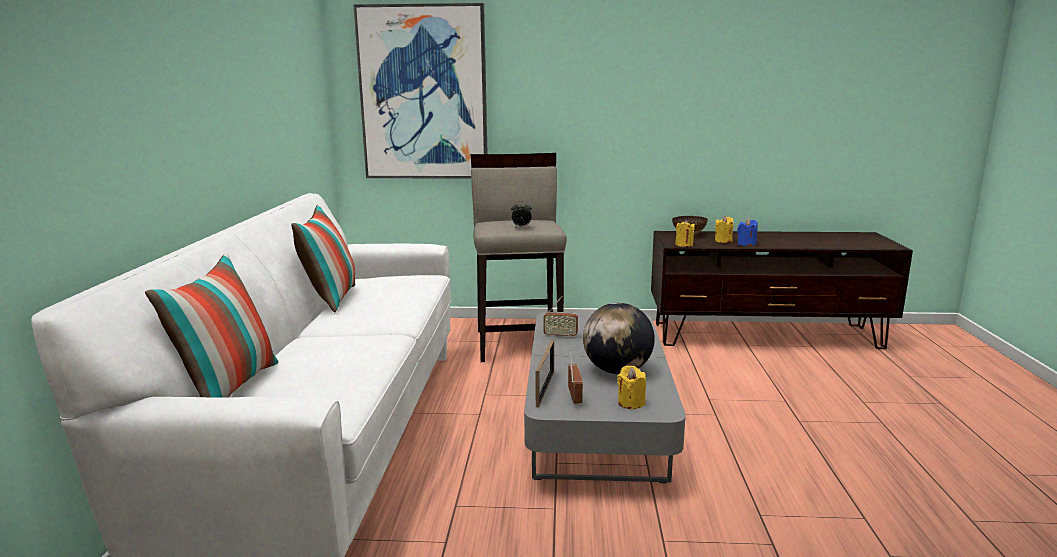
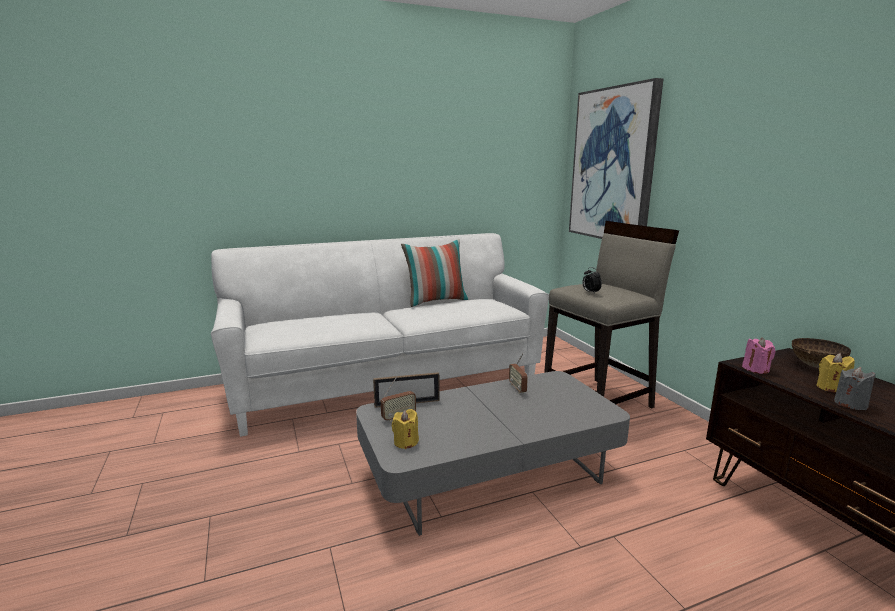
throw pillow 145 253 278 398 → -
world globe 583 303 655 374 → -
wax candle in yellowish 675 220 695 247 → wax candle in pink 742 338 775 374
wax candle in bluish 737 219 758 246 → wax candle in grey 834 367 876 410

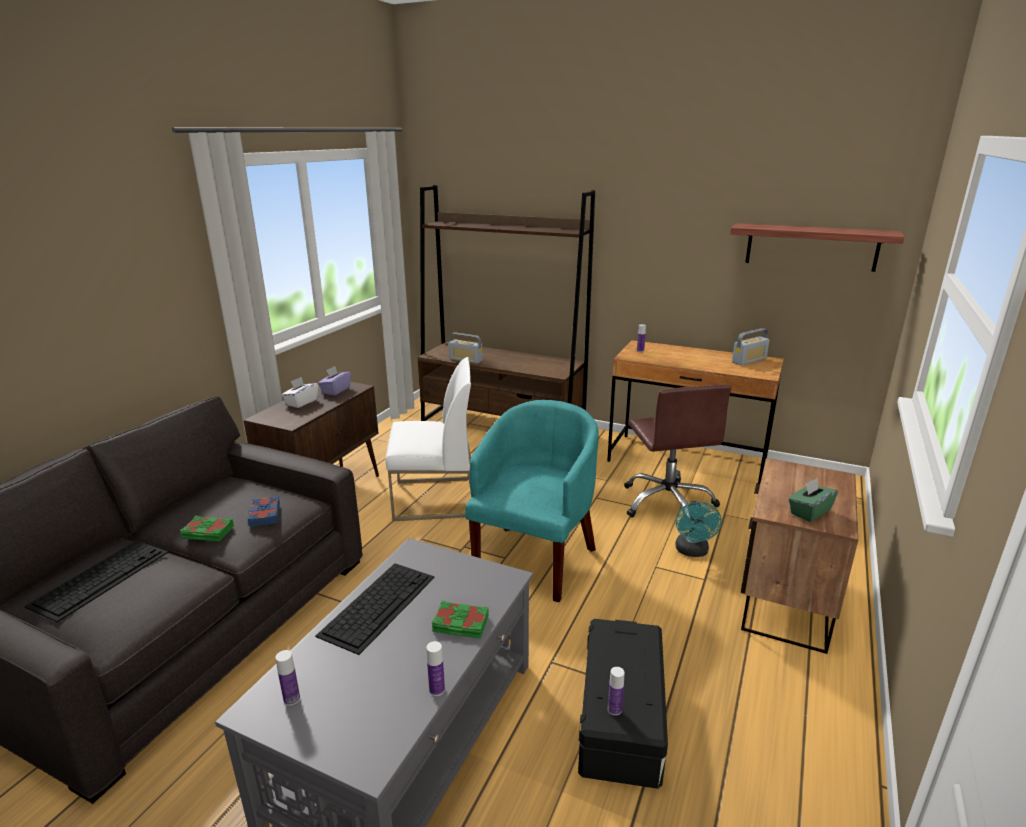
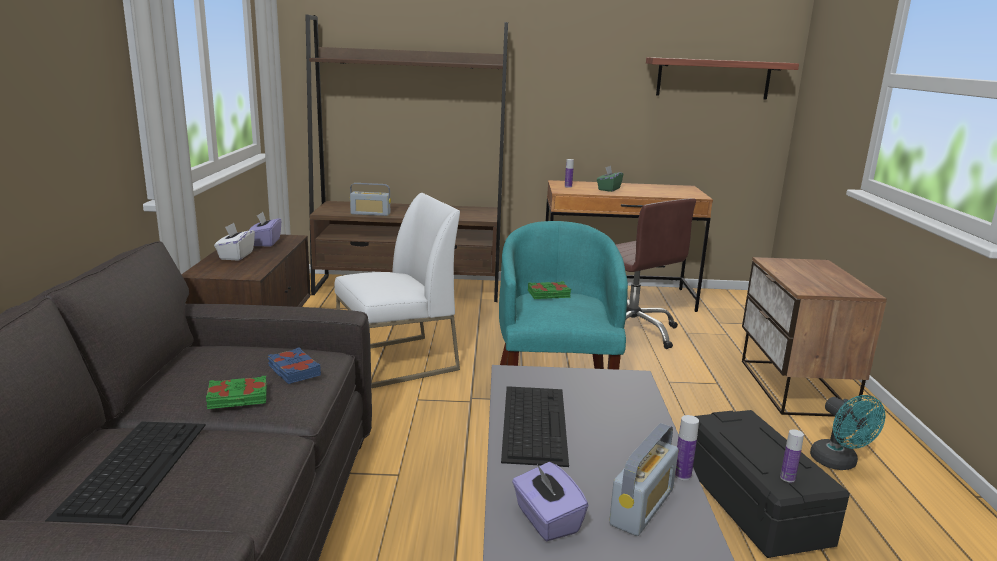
book in greenish 432 601 489 639 → book in greenish 528 281 571 299, relocated
electric fan in turquoise 675 501 722 557 → electric fan in turquoise 810 395 885 470, relocated
radio 732 328 770 366 → radio 609 423 678 536, relocated
tissue holder in greenish 788 478 838 522 → tissue holder in greenish 597 166 623 192, relocated
drink bottle 276 650 300 706 → tissue holder in purple-coloured 512 462 588 541

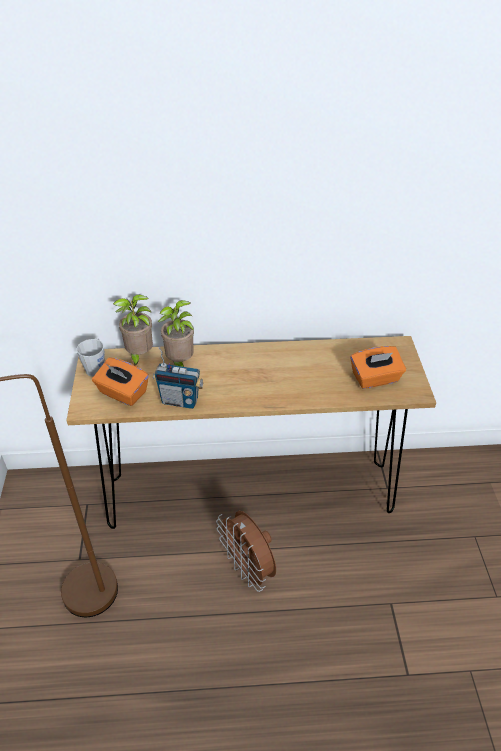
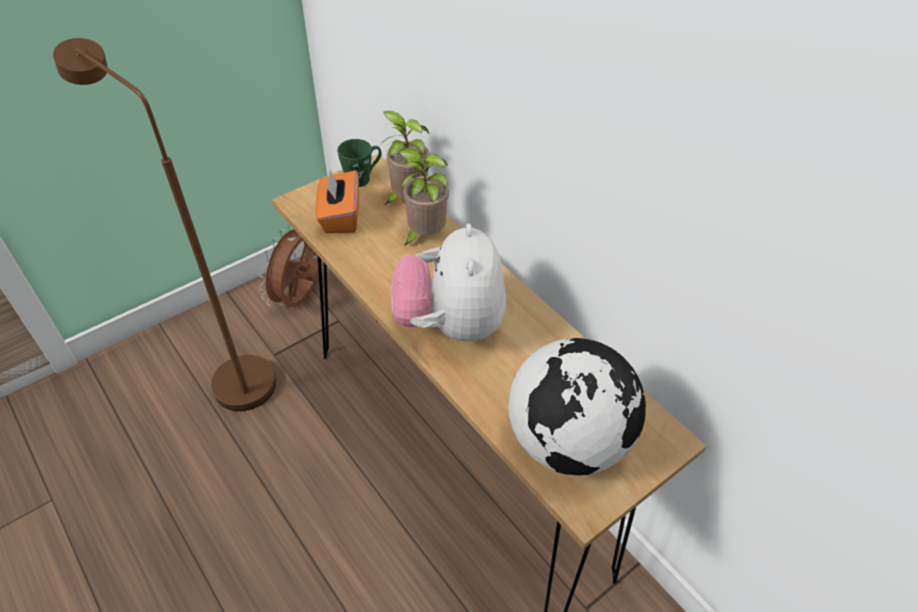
radio 153 347 204 409 → -
- → plush toy 391 224 506 342
electric fan in brownish 216 511 276 592 → electric fan in brownish 259 224 319 307, relocated
tissue holder in orange-coloured 351 346 406 389 → world globe 508 338 646 476
mug in grey 76 338 105 377 → mug in greenish 337 139 382 187

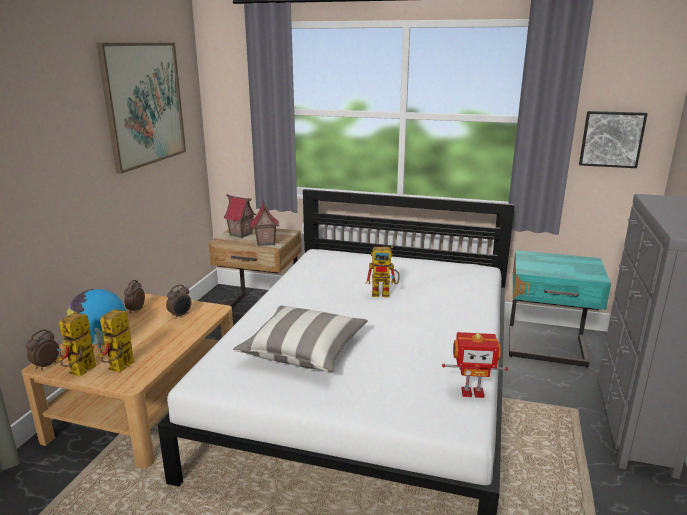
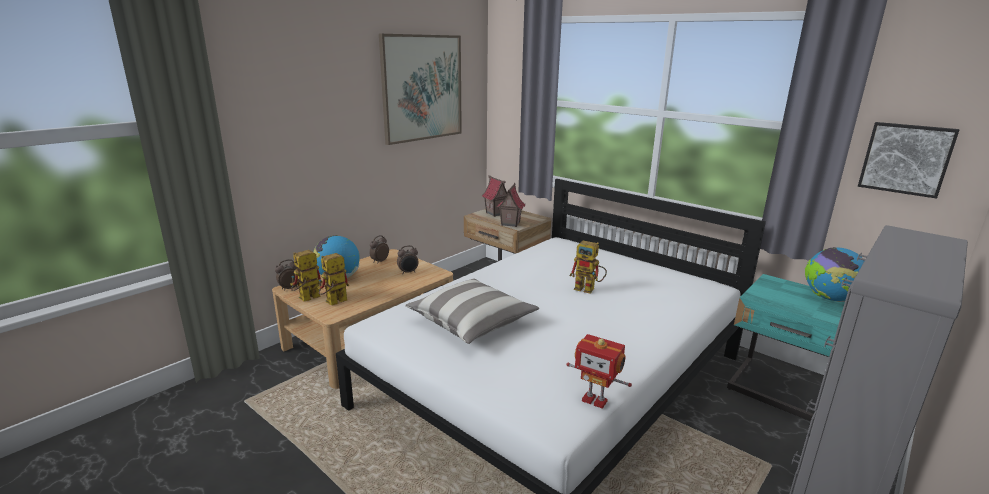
- → world globe 805 247 864 302

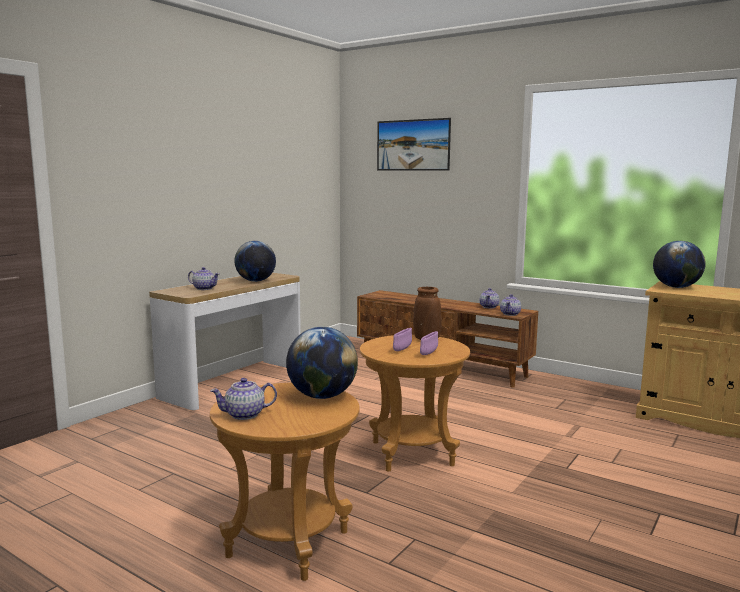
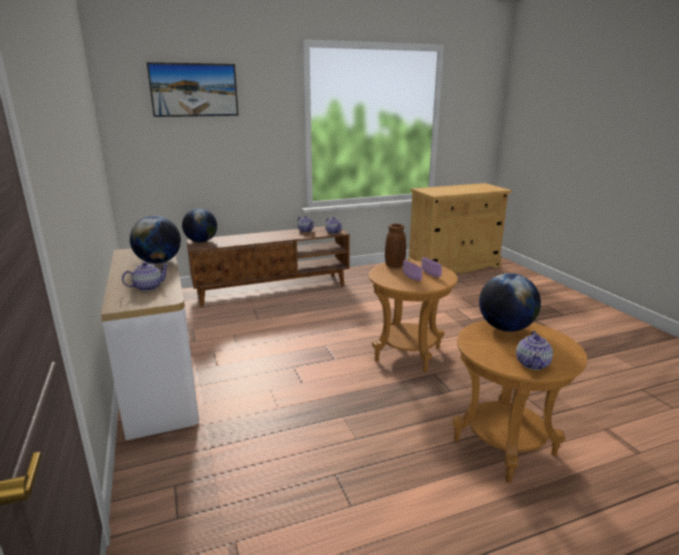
world globe 653 241 706 288 → world globe 182 208 217 243, relocated

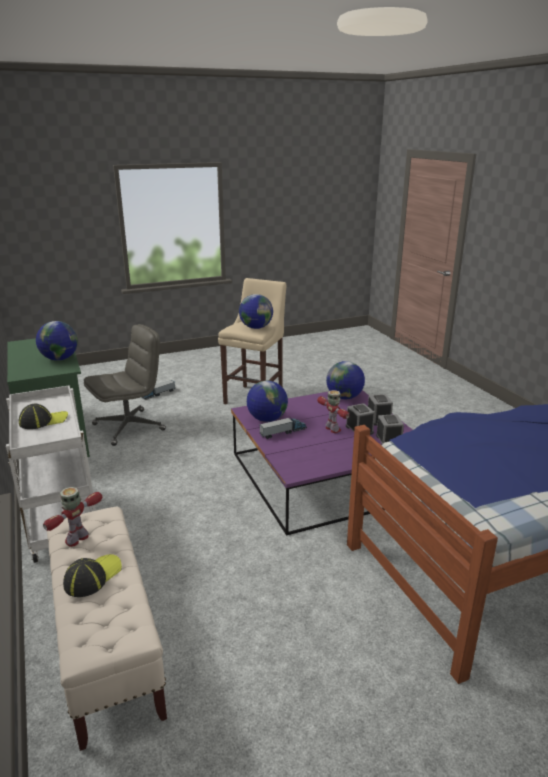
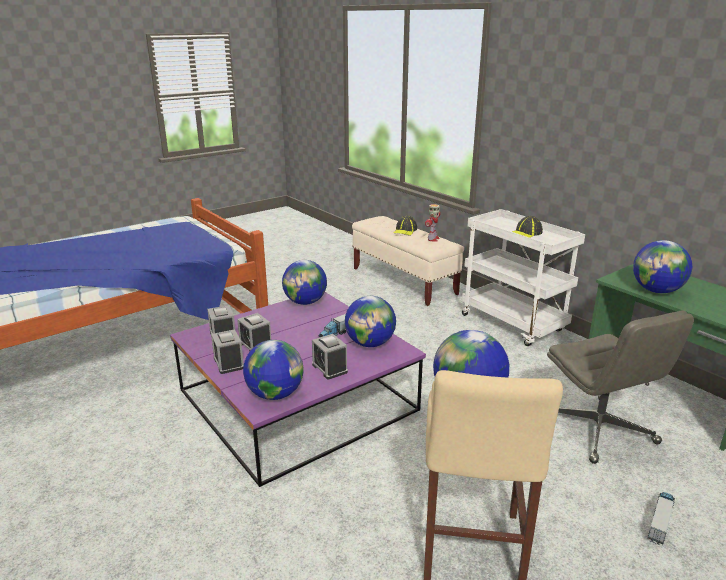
toy robot 317 390 350 433 → -
- → world globe 282 260 327 305
- → bedside clock 312 334 348 379
desk chair in grey 84 324 166 446 → desk chair in grey 547 310 694 464, 60 degrees counterclockwise

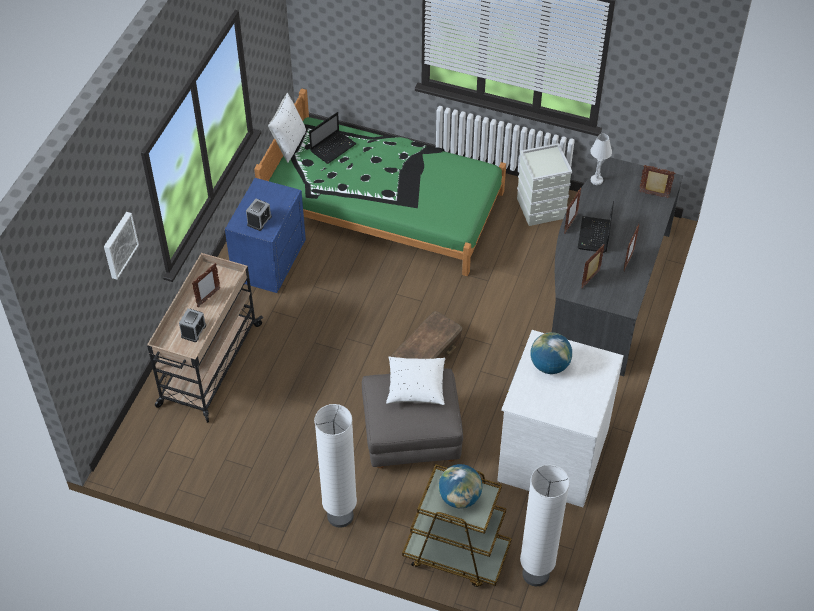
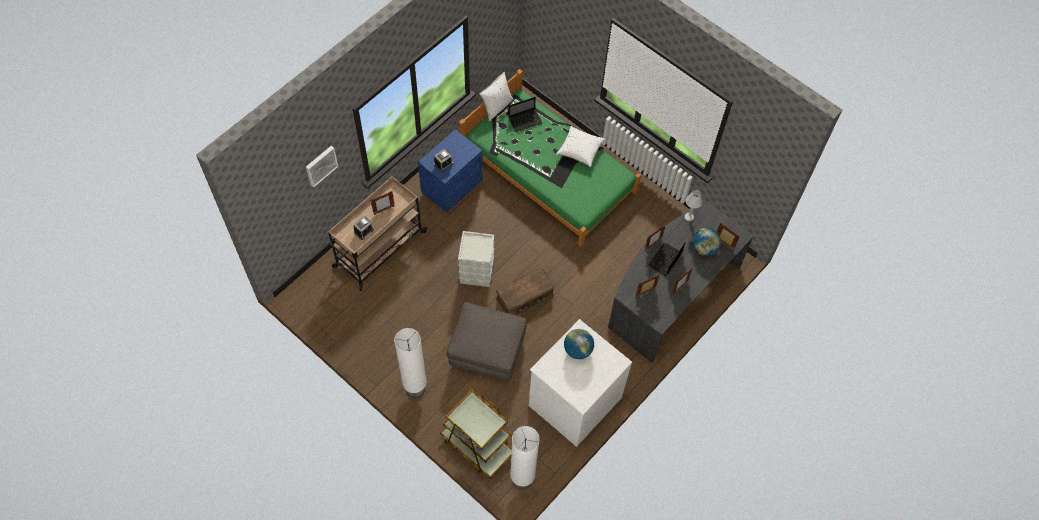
throw pillow in white 386 356 445 405 → throw pillow in white 556 126 605 167, relocated
world globe 439 464 483 508 → world globe 692 228 721 256, relocated
storage bin in grey 517 143 572 226 → storage bin in grey 458 231 494 287, relocated

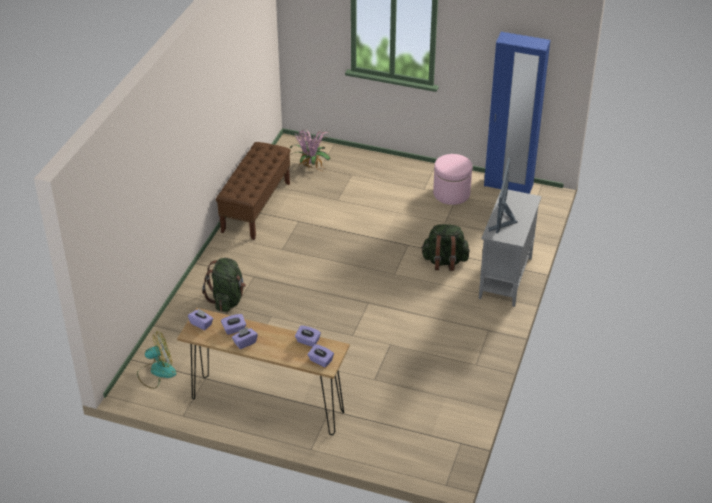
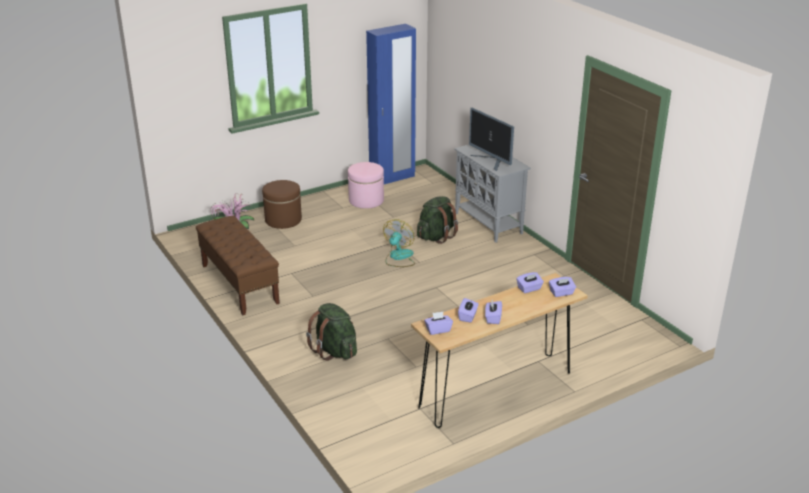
- → ottoman in brownish 262 180 302 229
electric fan 137 332 176 389 → electric fan 383 219 415 267, relocated

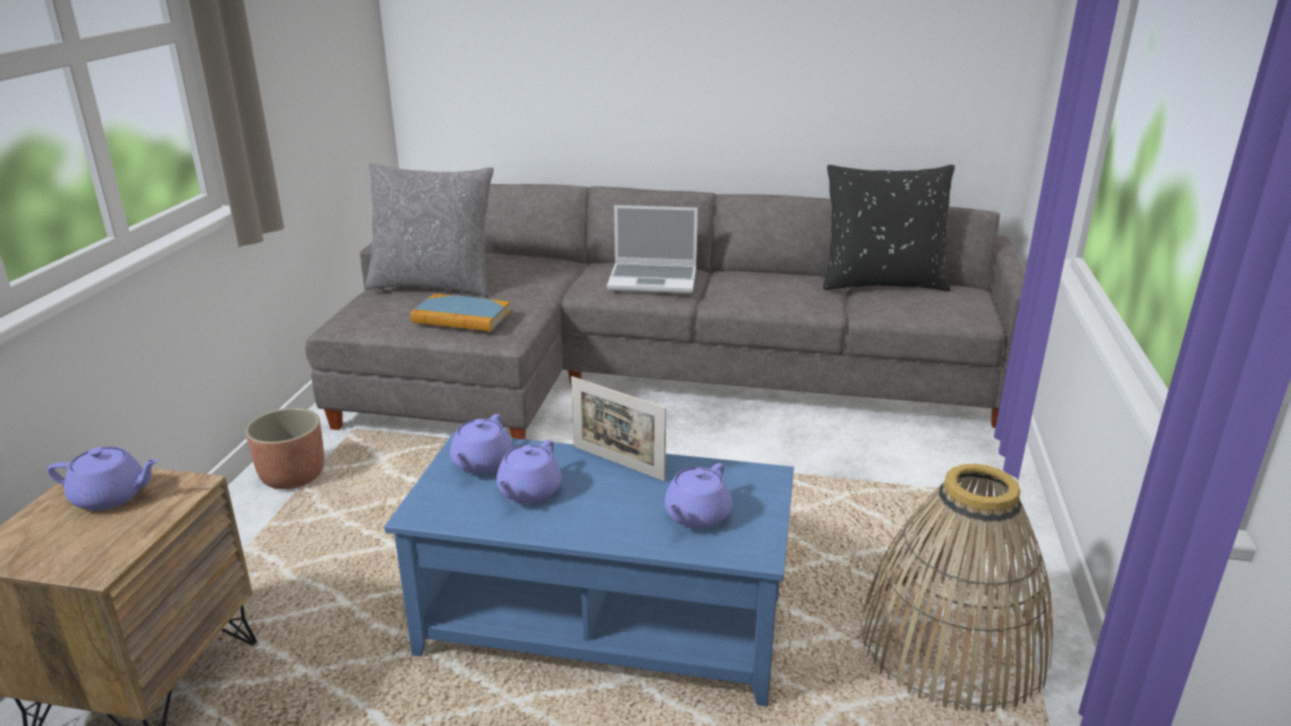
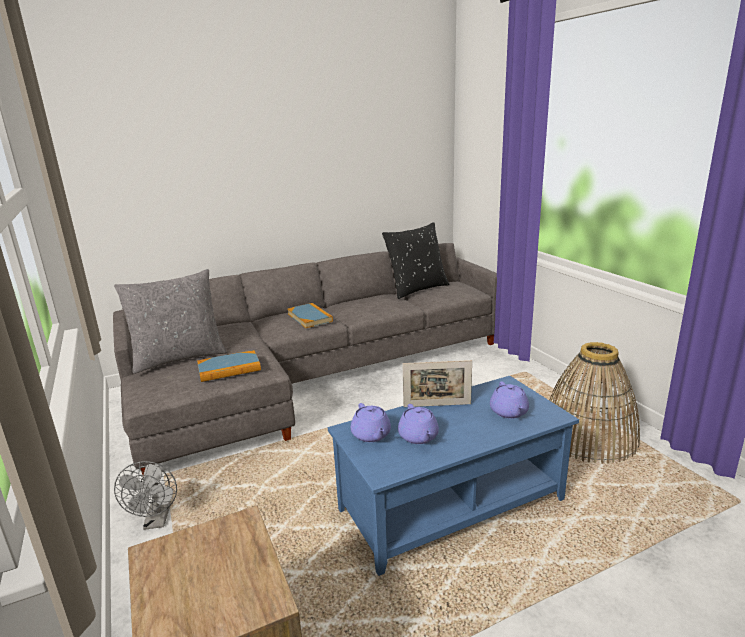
pot for tea in purple-coloured 47 447 159 510 → -
flower pot 245 408 324 489 → electric fan in grey 114 461 177 530
portable computer 607 205 698 294 → book 287 303 333 328

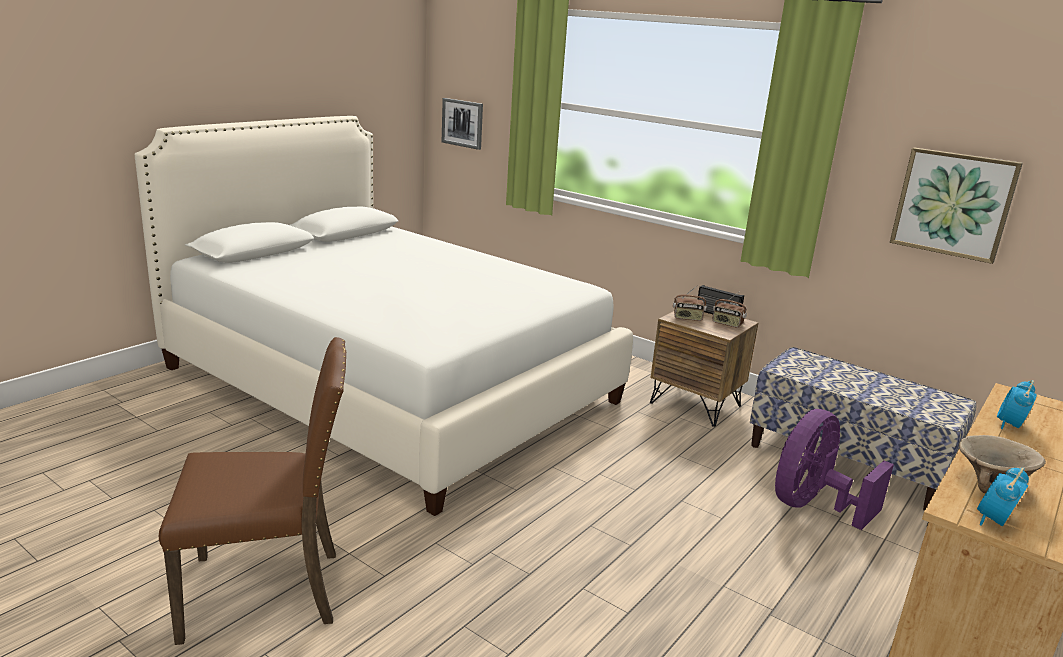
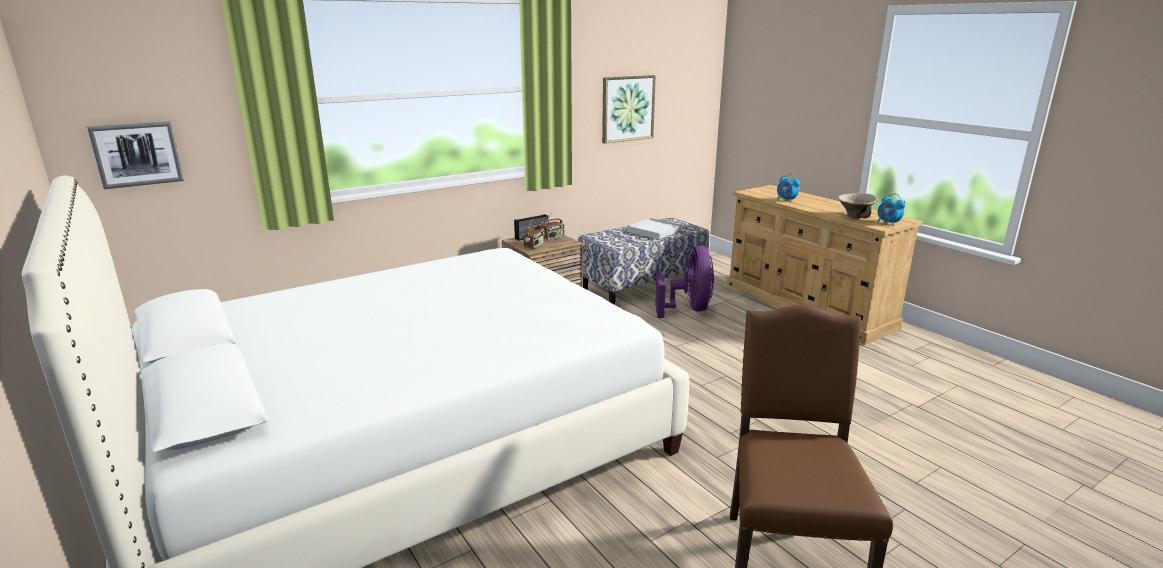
- → tray in white 627 218 682 239
electric fan in purple-coloured 775 409 894 530 → electric fan in purple-coloured 655 246 714 318, 150 degrees counterclockwise

